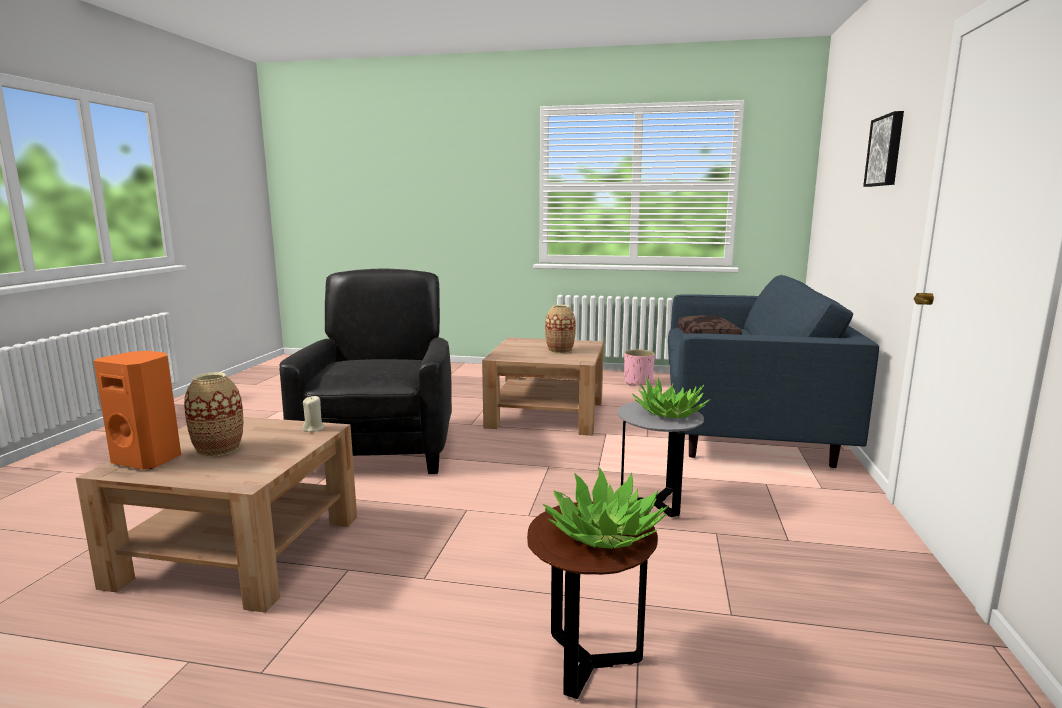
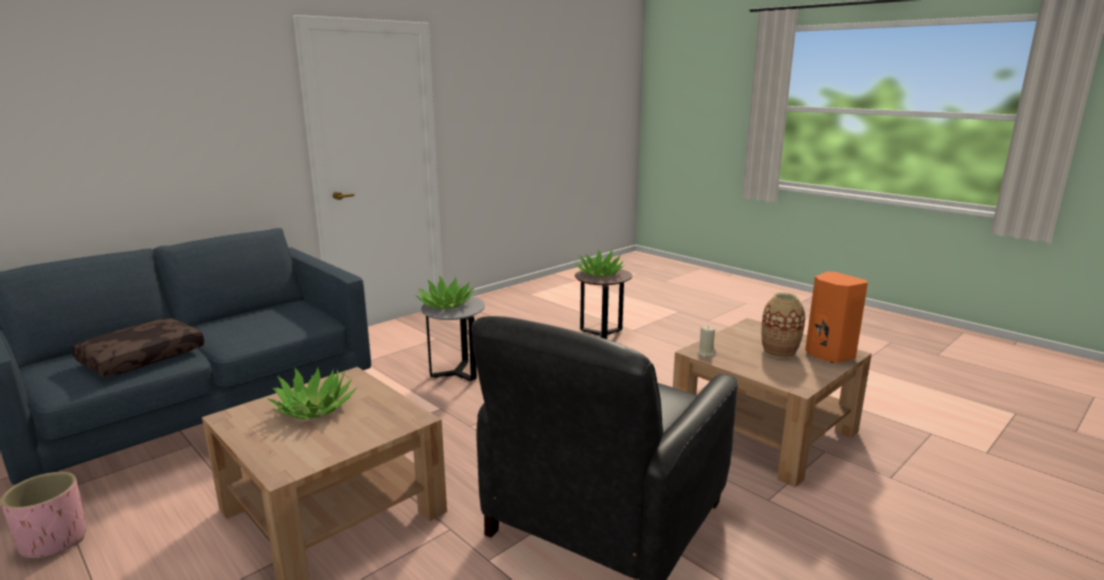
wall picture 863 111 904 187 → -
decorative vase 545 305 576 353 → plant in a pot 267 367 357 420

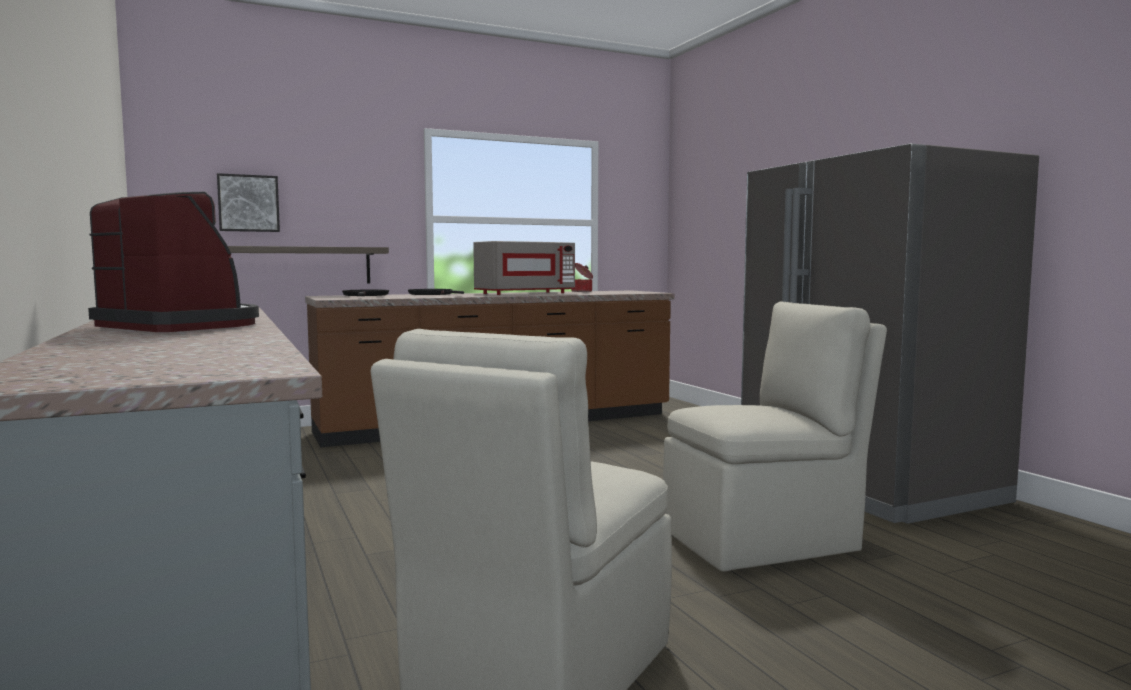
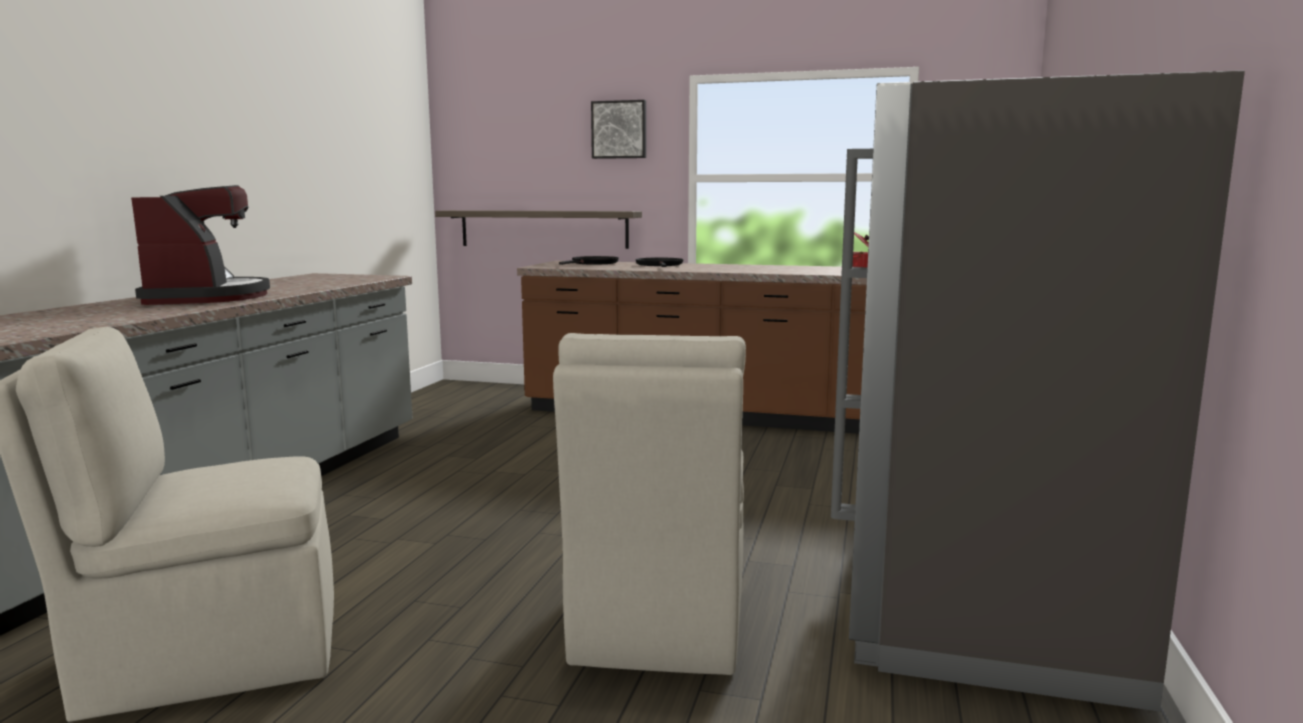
microwave oven in grey 473 241 575 295 → -
wall picture 217 173 280 232 → wall picture 591 100 646 159, relocated
plain chair in beige-coloured 663 302 887 572 → plain chair in beige-coloured 553 333 746 675, 75 degrees clockwise

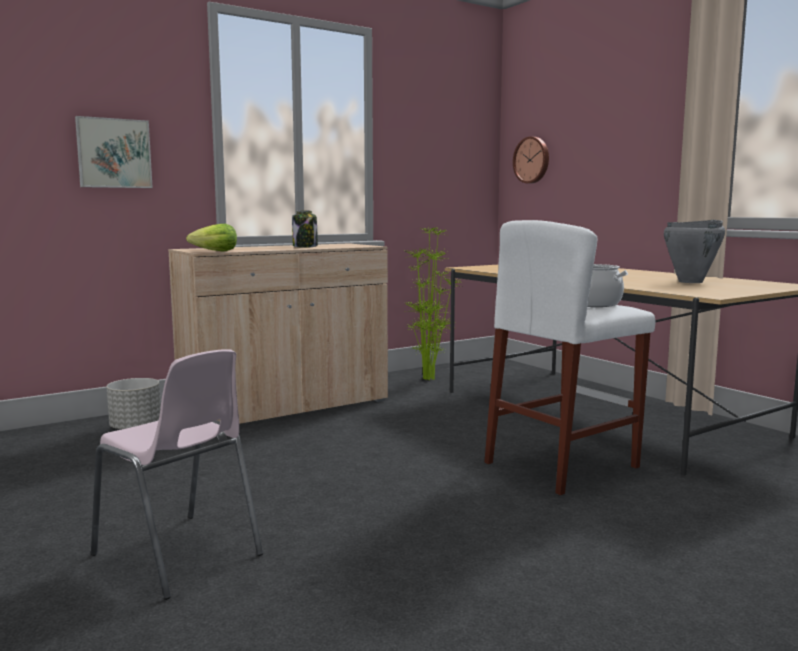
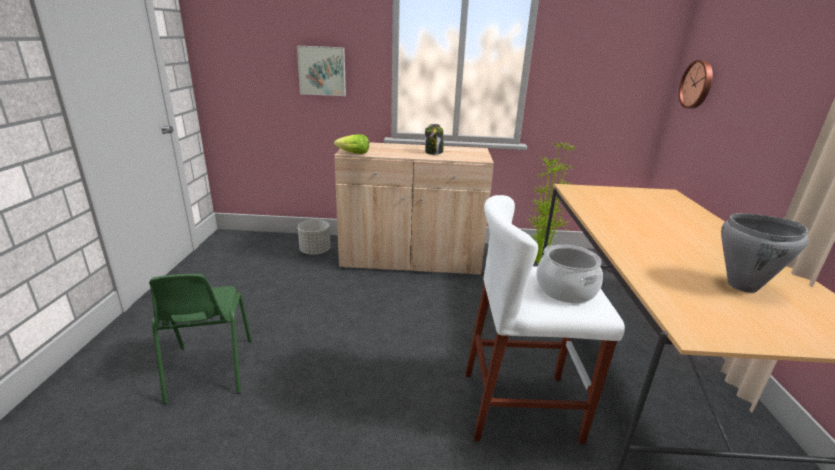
plain chair in pink 91 349 263 600 → plain chair in greenish 149 274 252 404

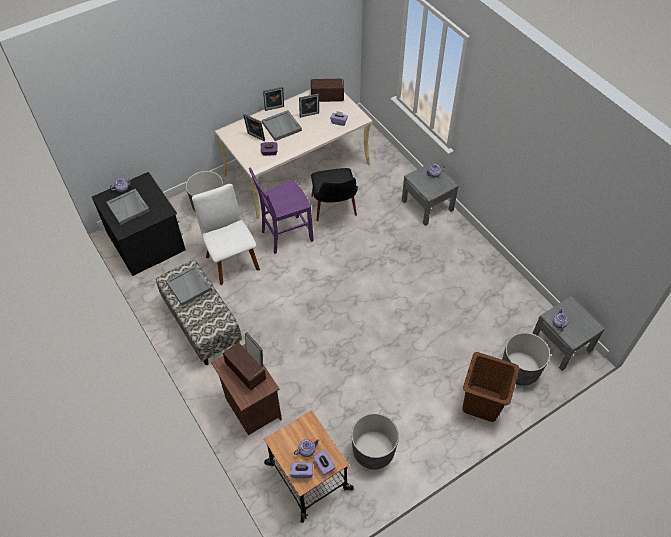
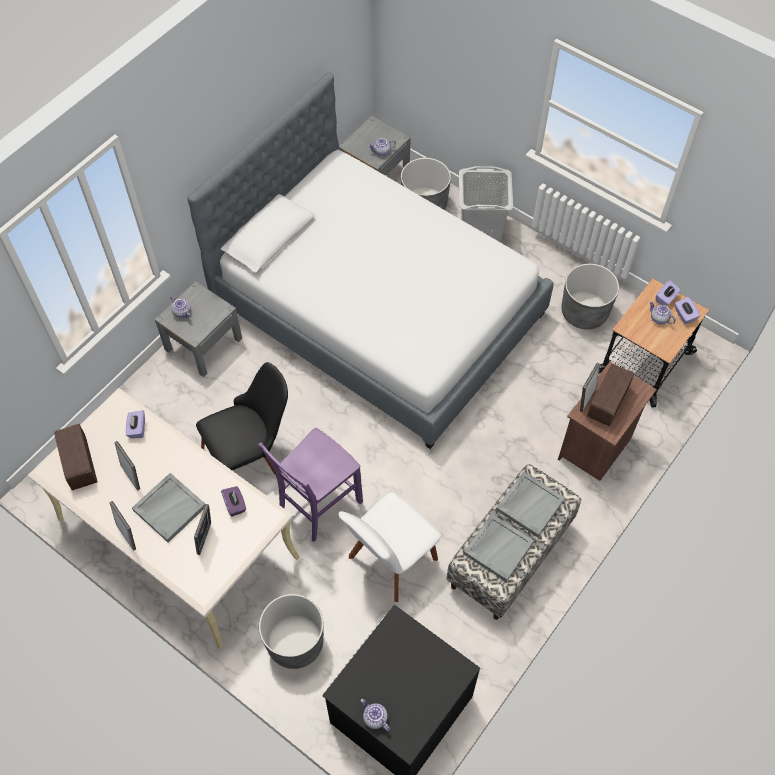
- → sleeping bed 187 72 554 449
tray in grey 106 189 150 225 → tray in grey 496 471 565 537, relocated
washing basket in brownish 462 352 519 422 → washing basket in grey 459 166 513 242
plain chair in purple-coloured 249 167 314 254 → plain chair in purple-coloured 259 428 363 542, 90 degrees clockwise

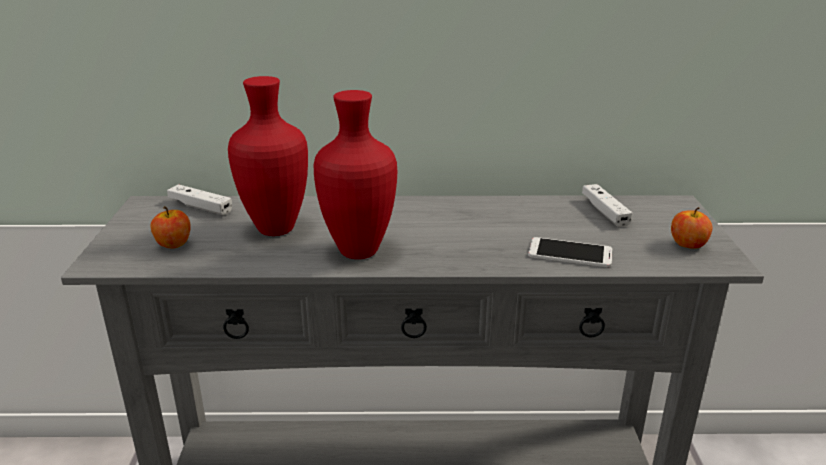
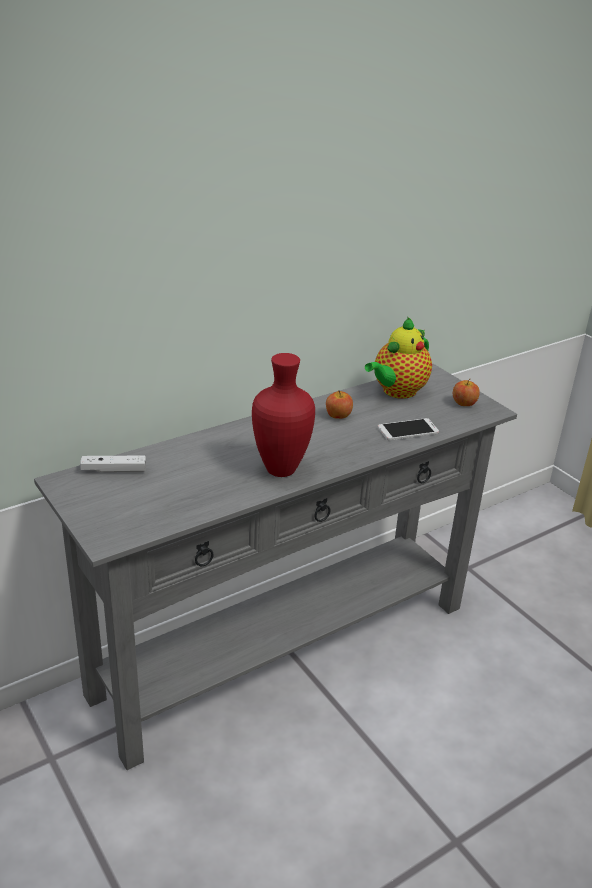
decorative vase in red 228 76 308 236 → -
apple fruit 150 206 190 248 → apple fruit 326 390 353 419, relocated
gamepad in white 582 184 633 227 → pot for tea 365 317 432 399

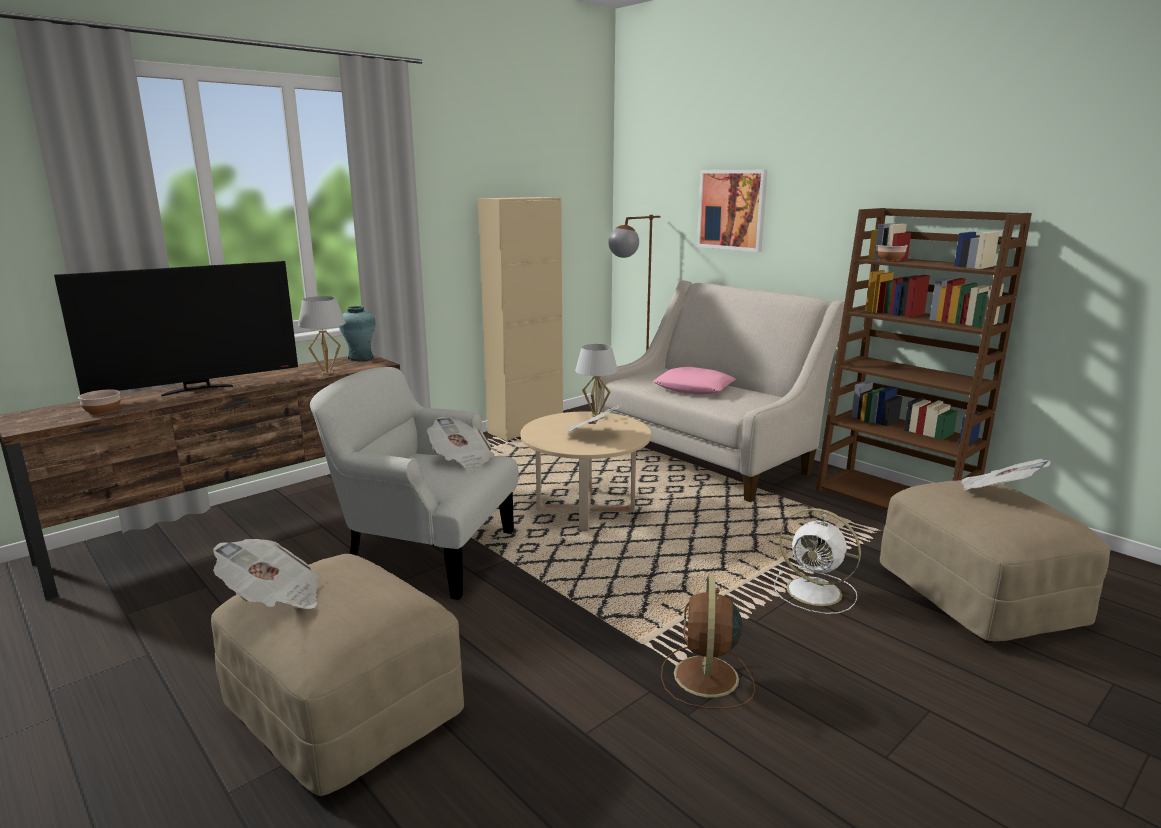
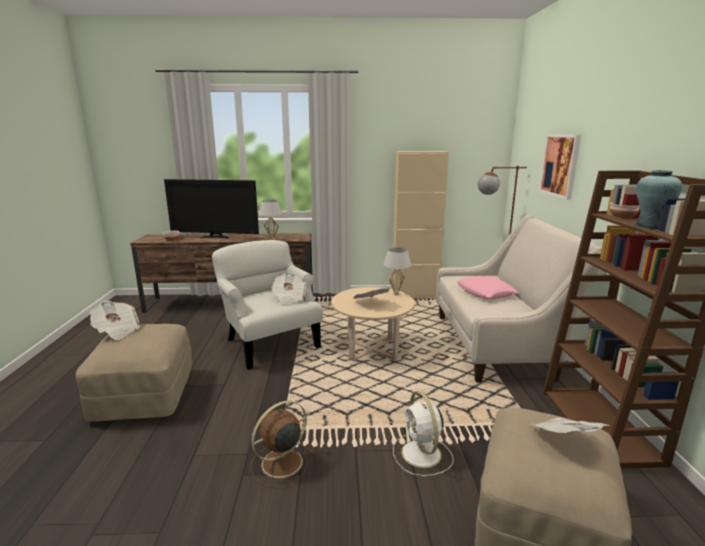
decorative vase in turquoise 339 306 375 361 → decorative vase in turquoise 636 170 682 229, relocated

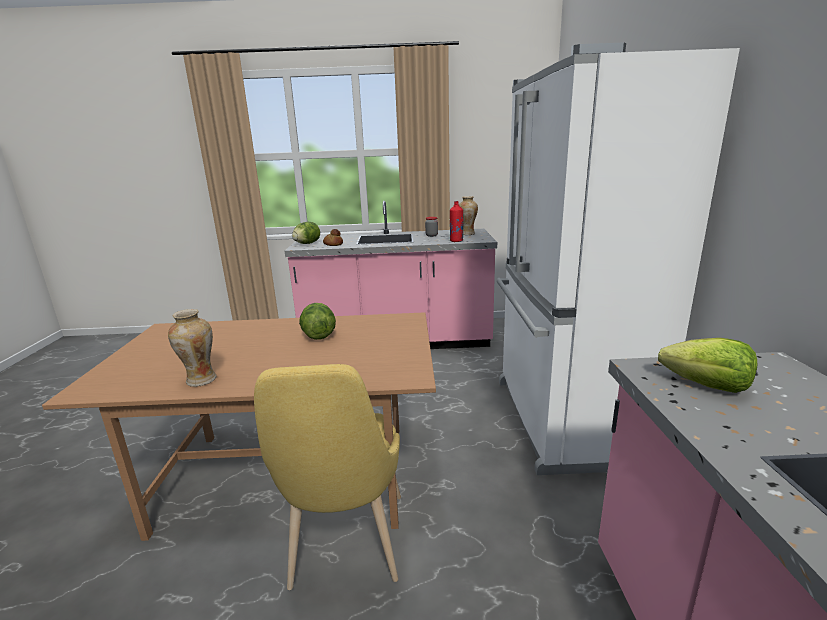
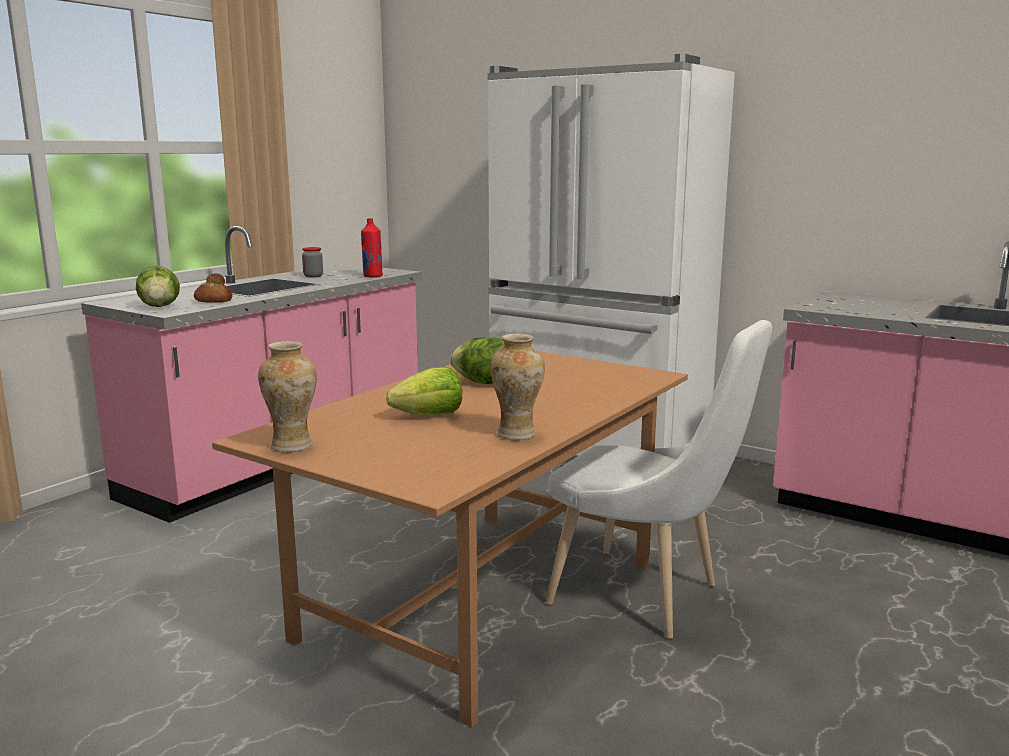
decorative vase 459 196 478 235 → decorative vase 258 341 317 452, relocated
lettuce 658 338 757 393 → lettuce 386 367 462 415, relocated
plain chair in yellowish 254 364 401 590 → plain chair in white 545 320 772 639

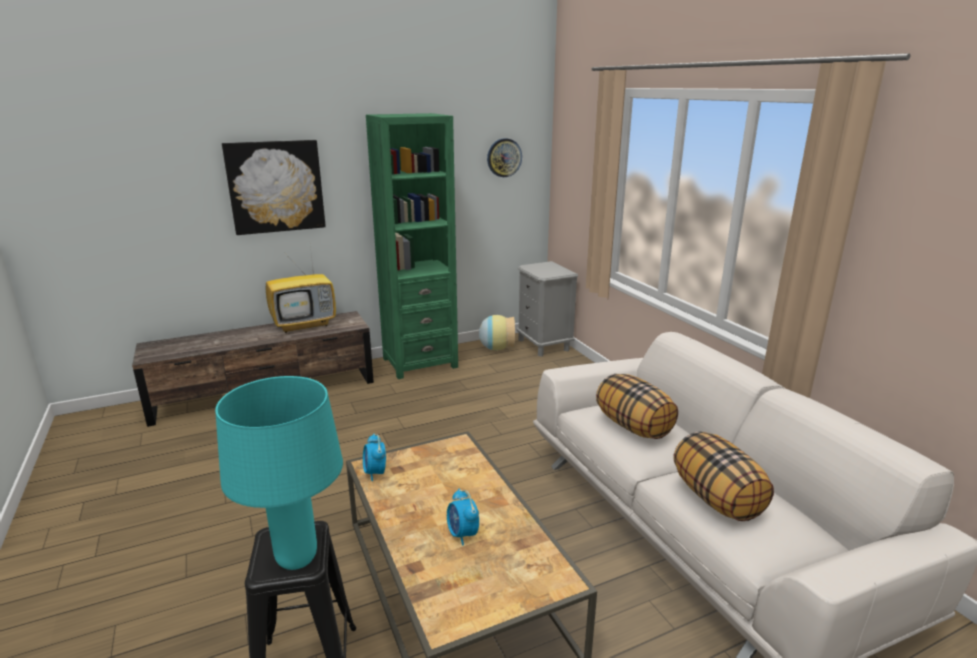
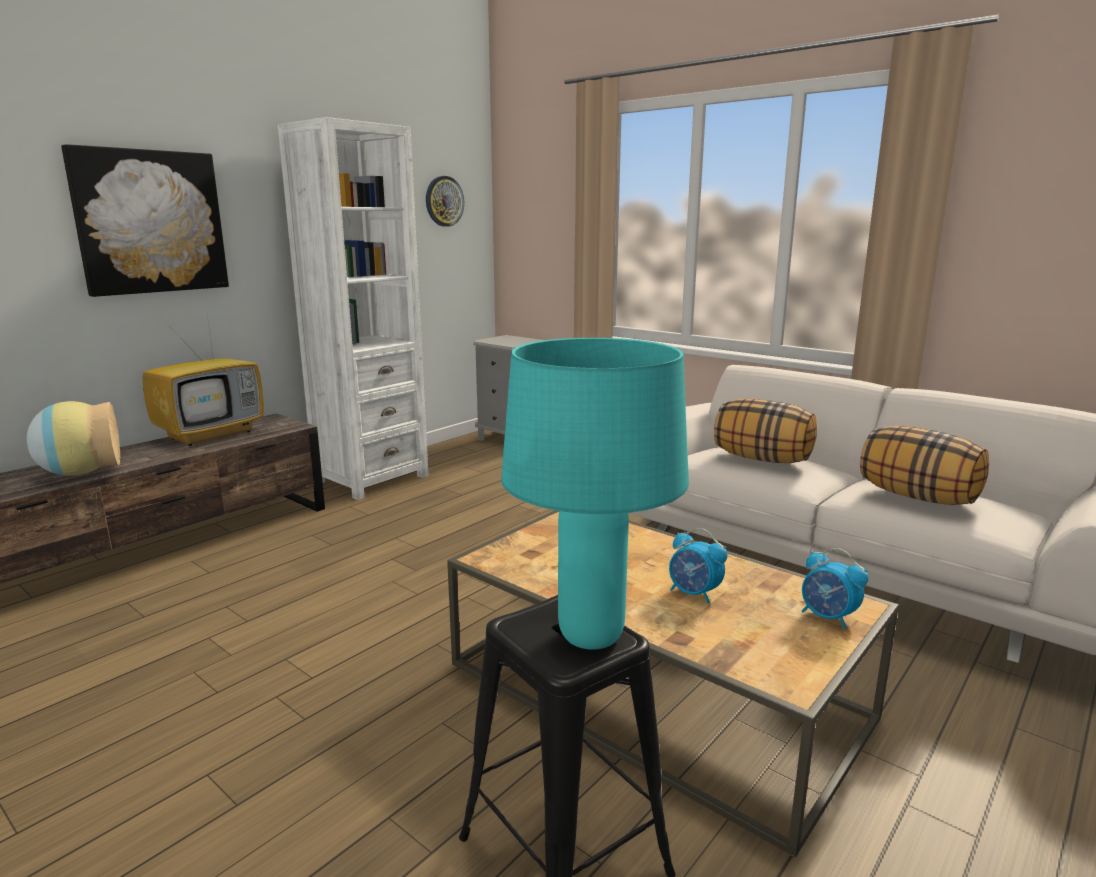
bedside clock 363 434 386 481 → bedside clock 801 548 868 629, relocated
decorative vase 479 315 515 350 → decorative vase 27 401 120 476, relocated
bookcase in greenish 366 113 458 379 → bookcase in white 278 117 428 500

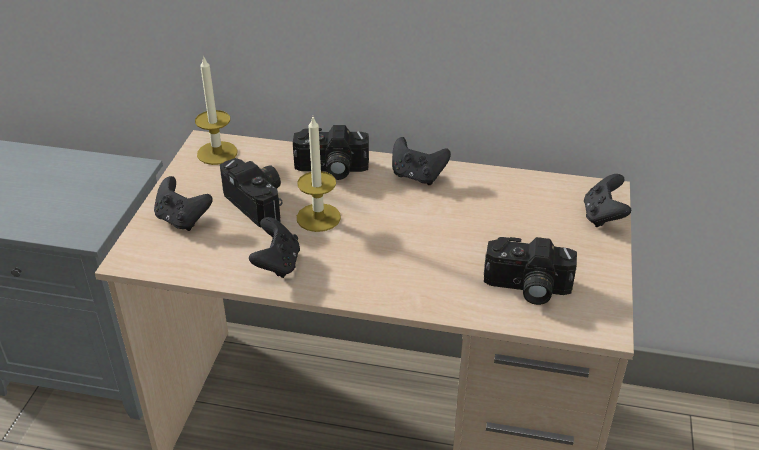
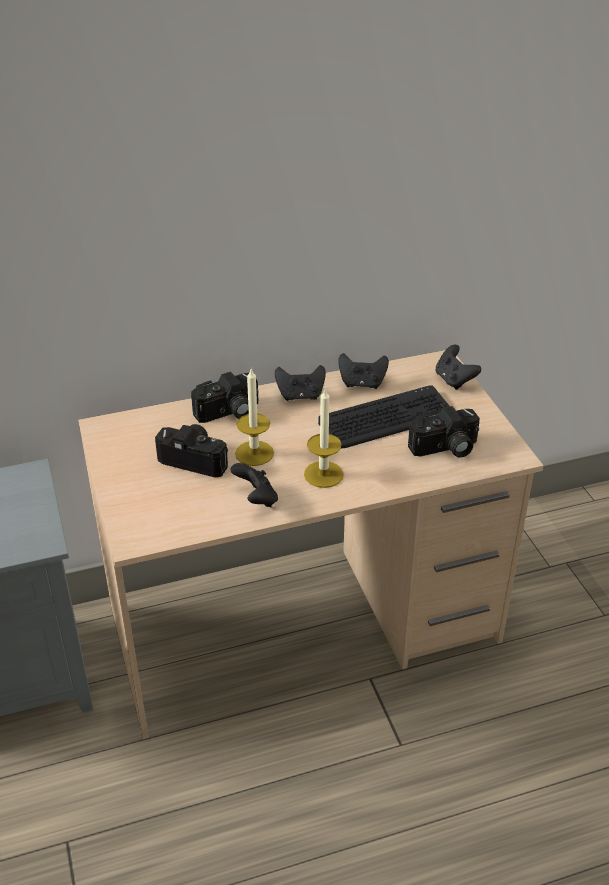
- → keyboard 318 385 450 448
gamepad in black 154 176 213 231 → gamepad in black 338 353 389 389, relocated
wax candle 195 55 237 165 → wax candle 304 389 344 488, relocated

